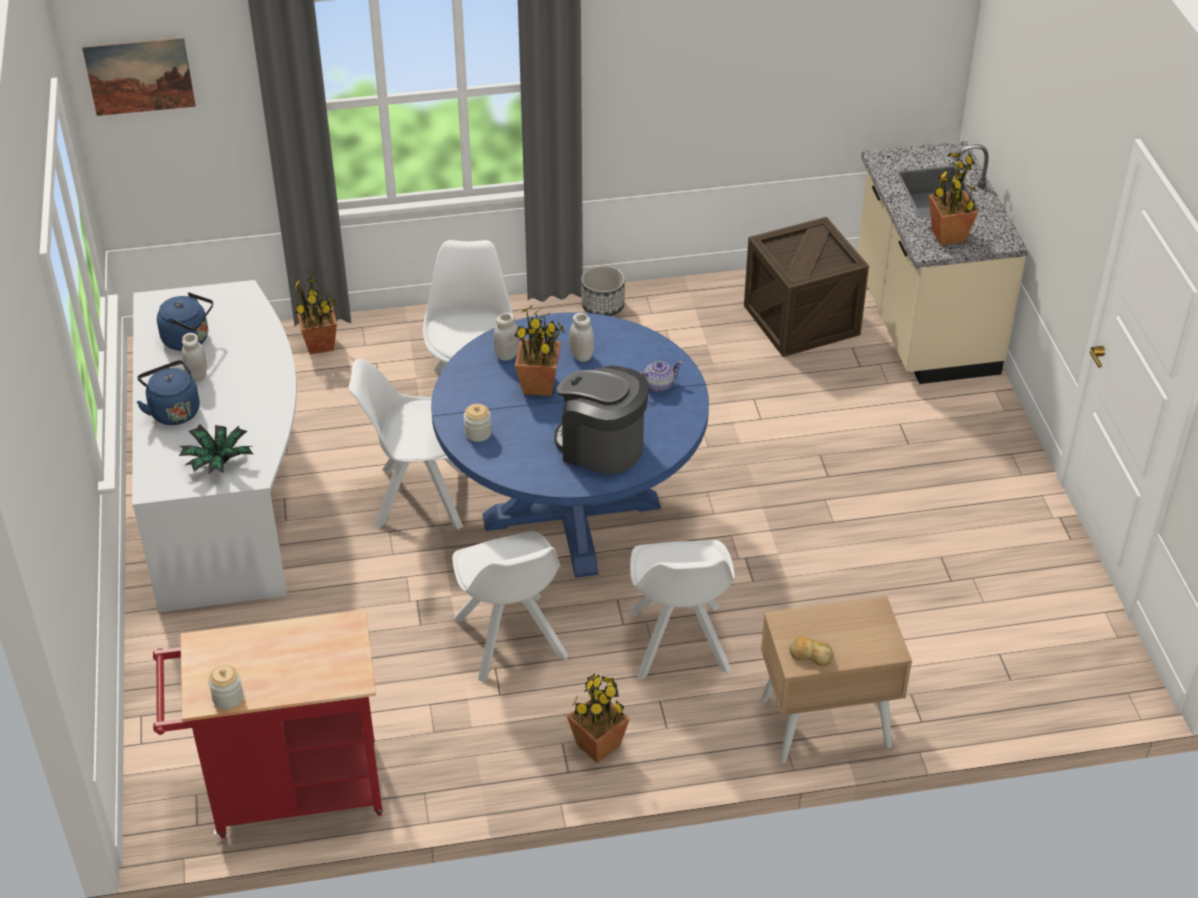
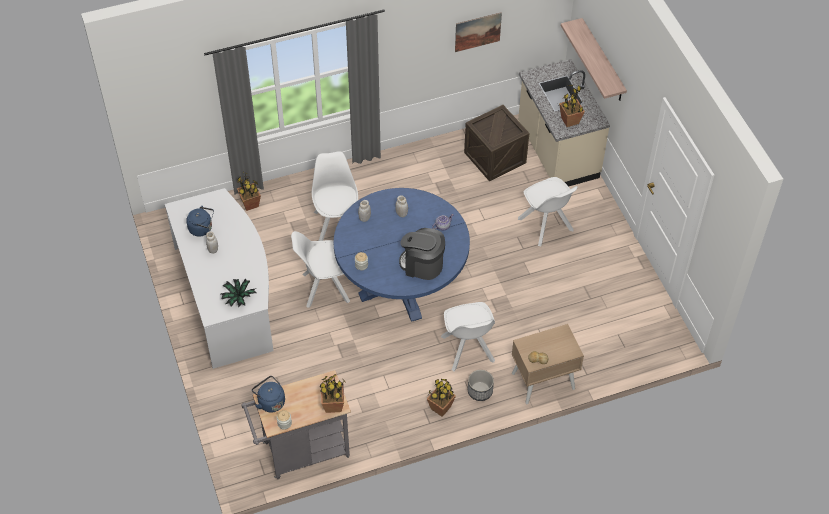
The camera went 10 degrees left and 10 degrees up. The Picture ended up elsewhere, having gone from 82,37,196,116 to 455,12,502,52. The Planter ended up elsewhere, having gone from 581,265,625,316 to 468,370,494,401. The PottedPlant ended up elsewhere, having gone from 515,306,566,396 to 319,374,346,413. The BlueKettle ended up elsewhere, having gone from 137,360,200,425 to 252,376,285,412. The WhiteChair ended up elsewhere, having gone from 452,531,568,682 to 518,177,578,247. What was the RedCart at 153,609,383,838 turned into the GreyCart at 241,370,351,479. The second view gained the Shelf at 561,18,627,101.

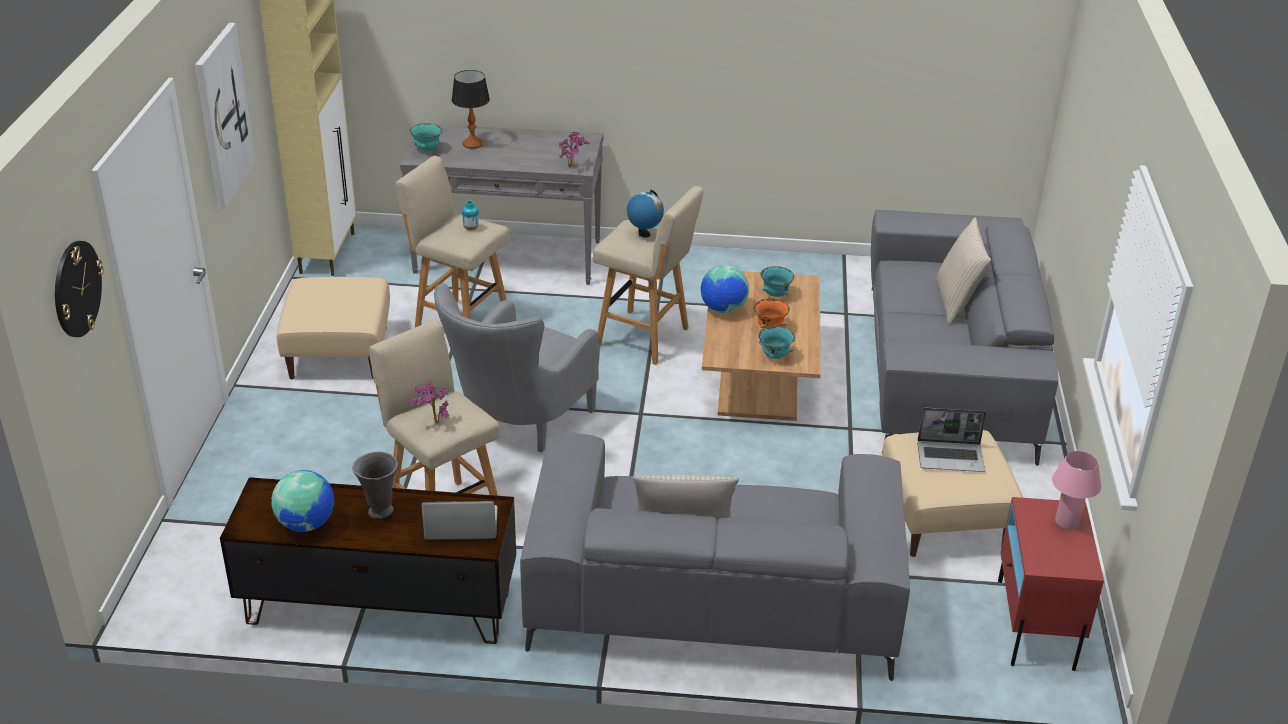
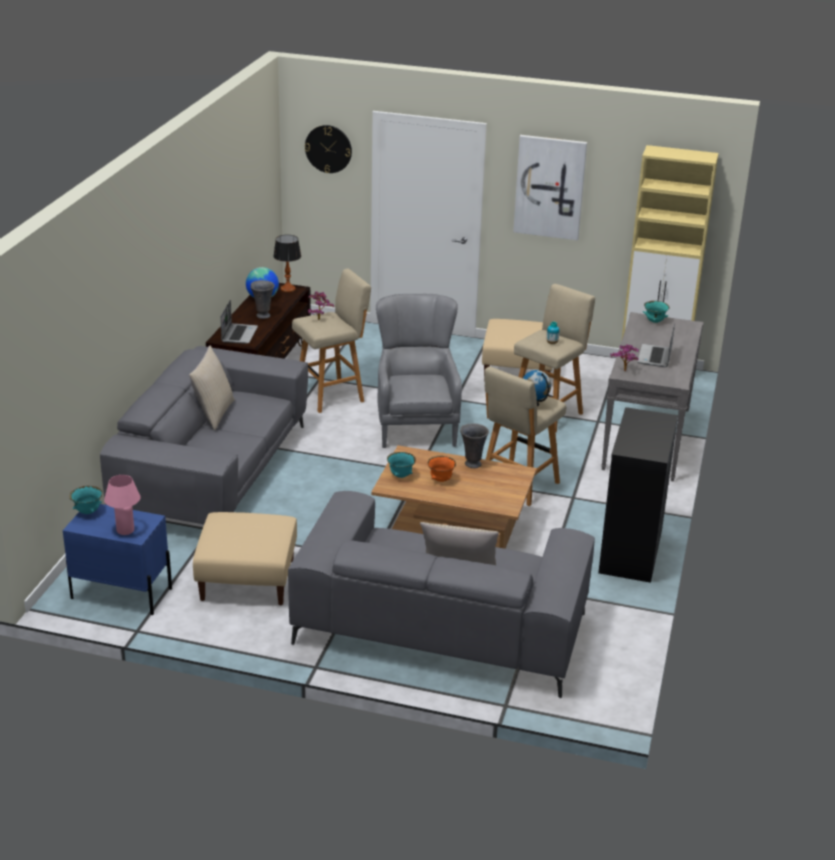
The camera went 100 degrees right and 5 degrees down. The TableLamp ended up elsewhere, having gone from 452,70,490,149 to 273,235,301,292. Where the Globe stood at 701,265,749,314, the GreyVase came to stand at 460,424,489,468. The TurquoiseBowl ended up elsewhere, having gone from 761,266,794,297 to 69,486,102,514. The GreyArmchair at 434,284,600,453 ended up facing another way, 45 degrees clockwise from before. The Laptop ended up elsewhere, having gone from 917,408,986,472 to 638,323,675,367. What was the RedNightstand at 998,497,1104,671 turned into the BlueNightstand at 63,504,172,615. The second view gained the BlackDresser at 598,407,678,583.

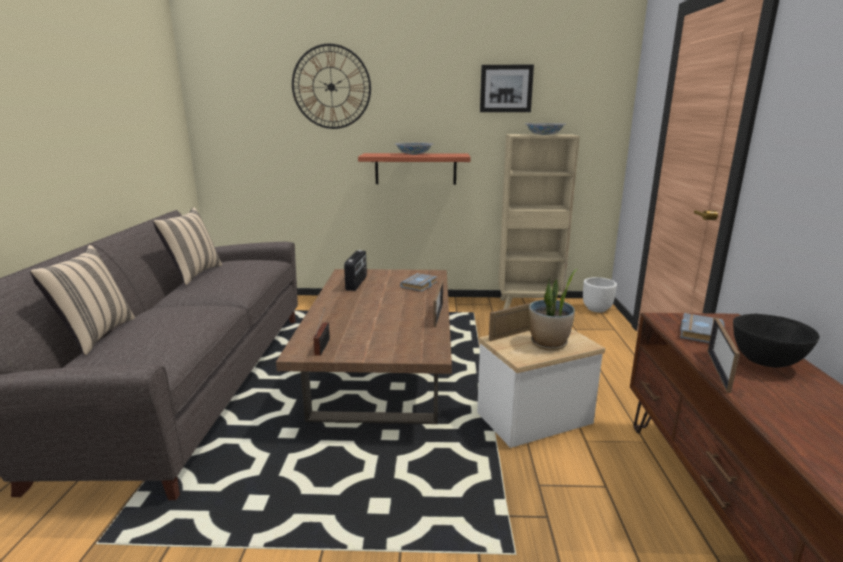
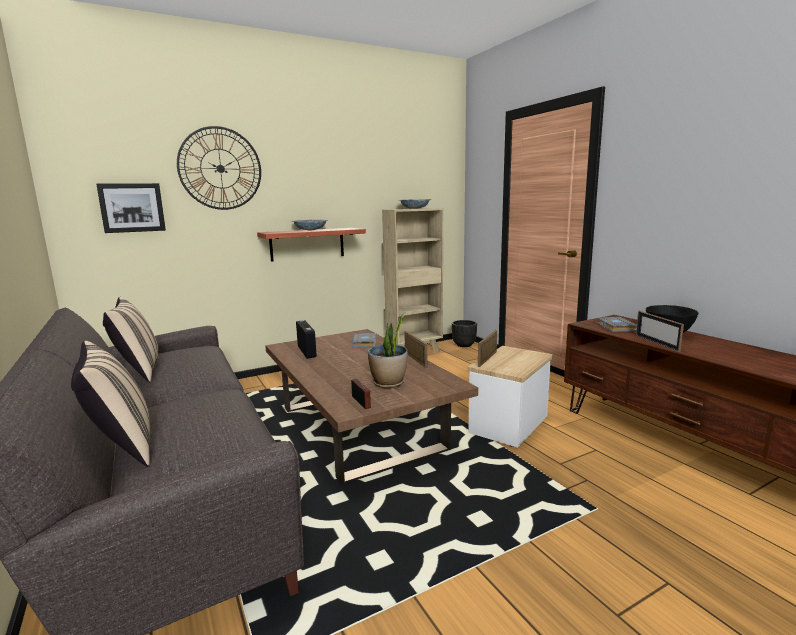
The camera went 30 degrees left and 5 degrees down. The Picture ended up elsewhere, having gone from 480,65,534,112 to 96,183,166,233. The PottedPlant ended up elsewhere, having gone from 529,269,577,350 to 368,312,408,388. What was the WhitePlanter at 583,277,617,312 turned into the BlackPlanter at 452,320,477,347.

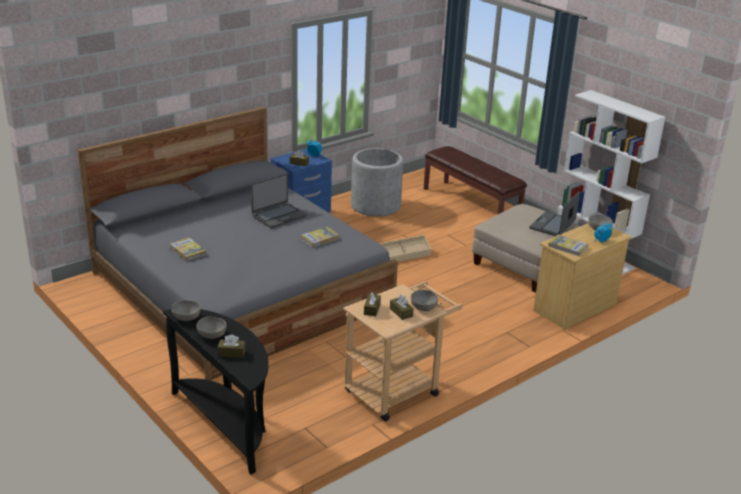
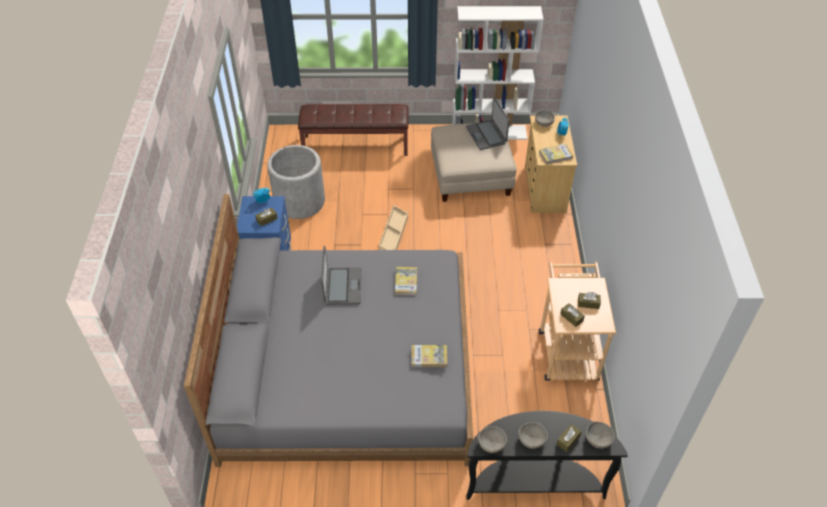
The camera went 50 degrees left and 20 degrees up. The Book ended up elsewhere, having gone from 170,238,206,261 to 412,345,447,367. The GreyBowl ended up elsewhere, having gone from 411,290,438,311 to 586,421,614,448.

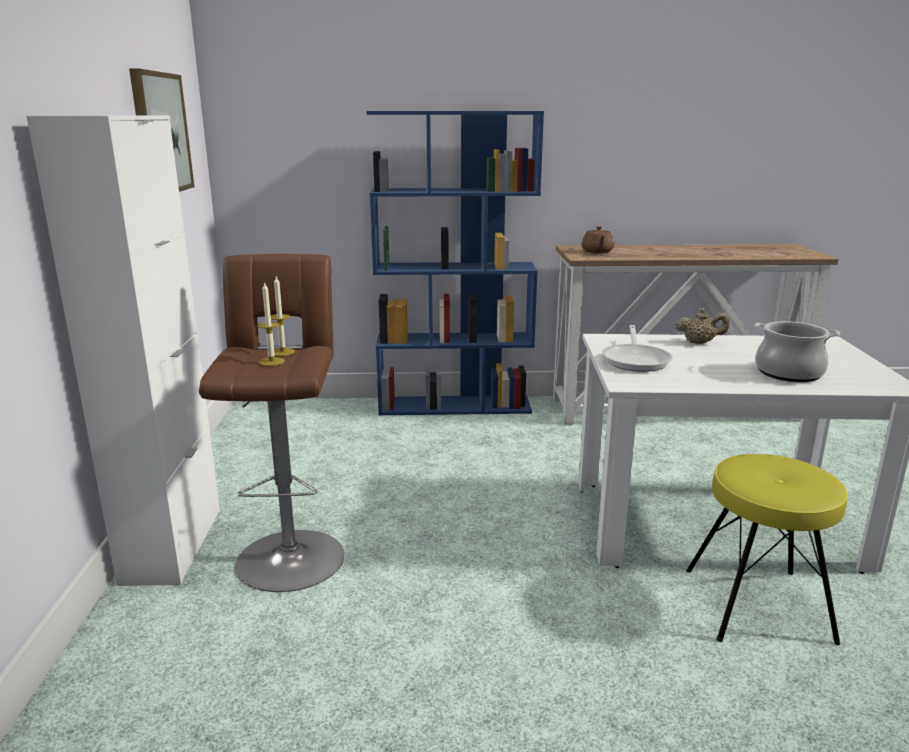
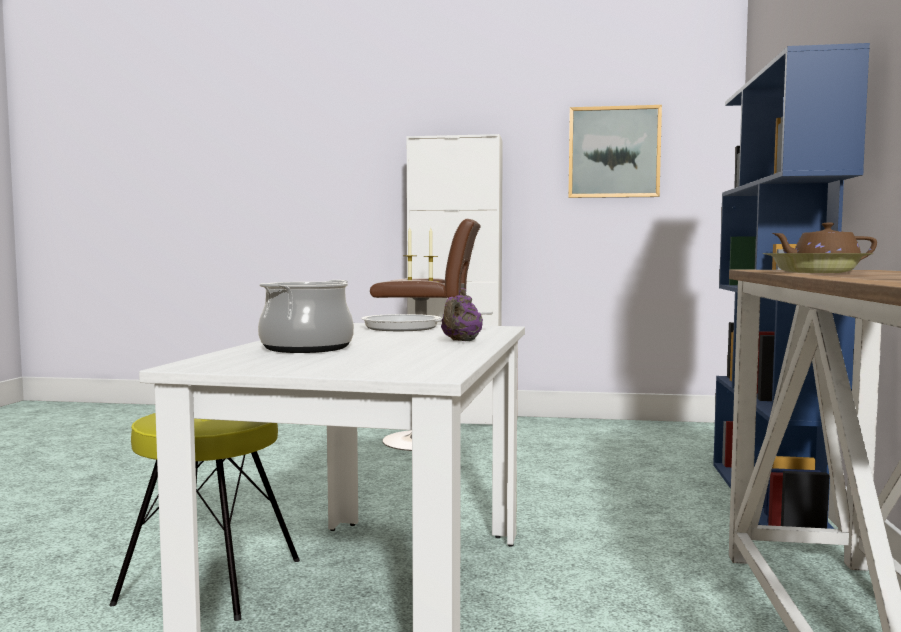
The camera went 100 degrees right and 15 degrees down. What was the BeigeTeapot at 675,308,729,344 turned into the PurpleTeapot at 441,288,483,341. The second view gained the YellowBowl at 762,253,874,273.

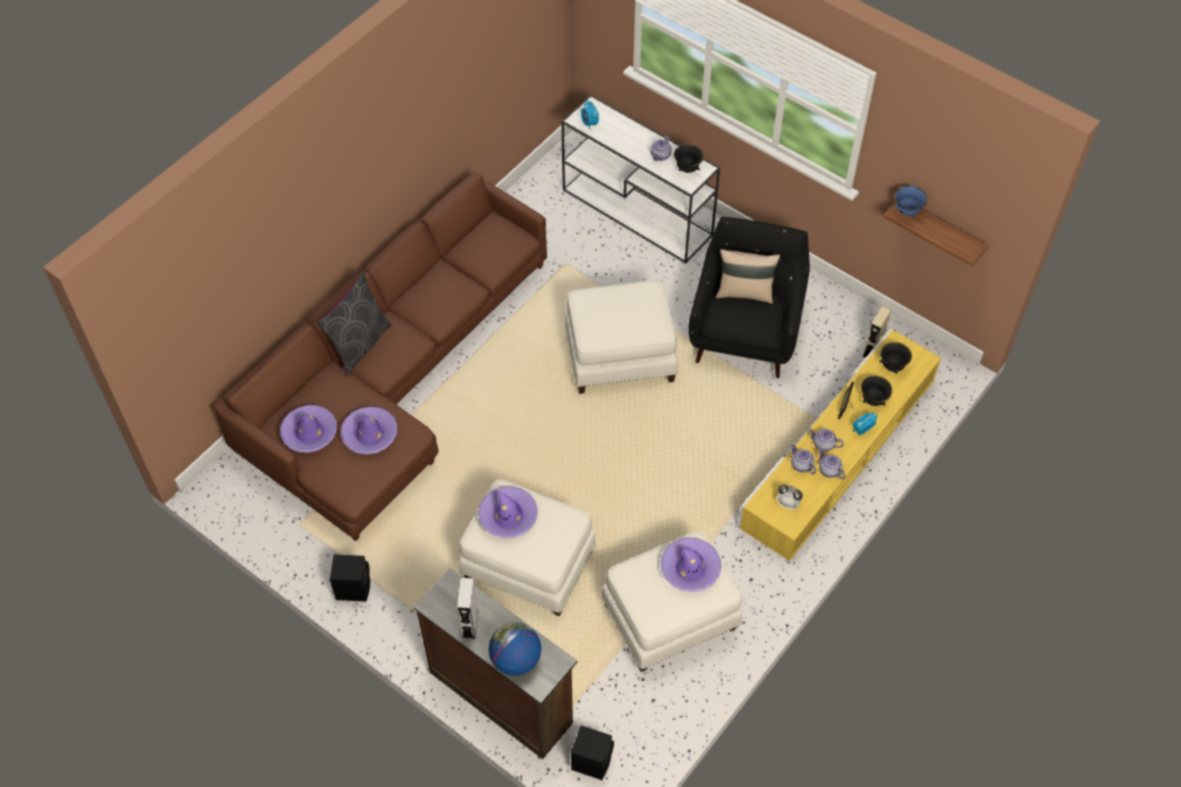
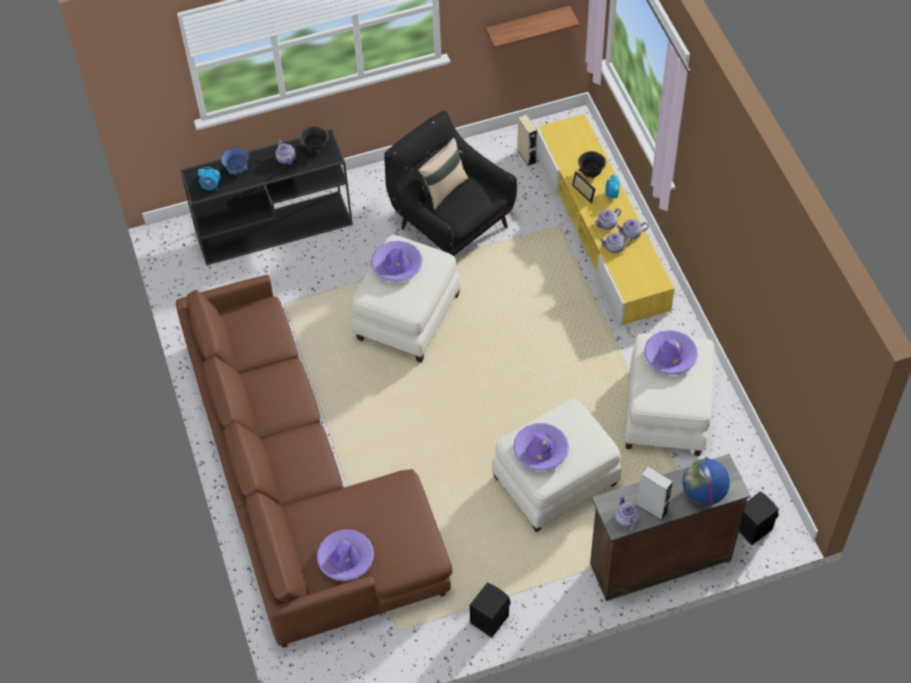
The camera went 55 degrees left and 0 degrees up. What was the WhiteConsoleTable at 562,95,720,264 turned into the BlackConsoleTable at 180,129,353,266. The BlueBowl ended up elsewhere, having gone from 894,185,928,217 to 221,147,249,175. The second view lost the GreyPillow at 316,272,391,375. The second view lost the BlackBowl at 879,342,912,374. The PurpleHat ended up elsewhere, having gone from 340,406,397,454 to 371,241,422,282. The second view lost the AlarmClock at 777,485,803,510. The second view gained the Teapot at 615,495,639,532.

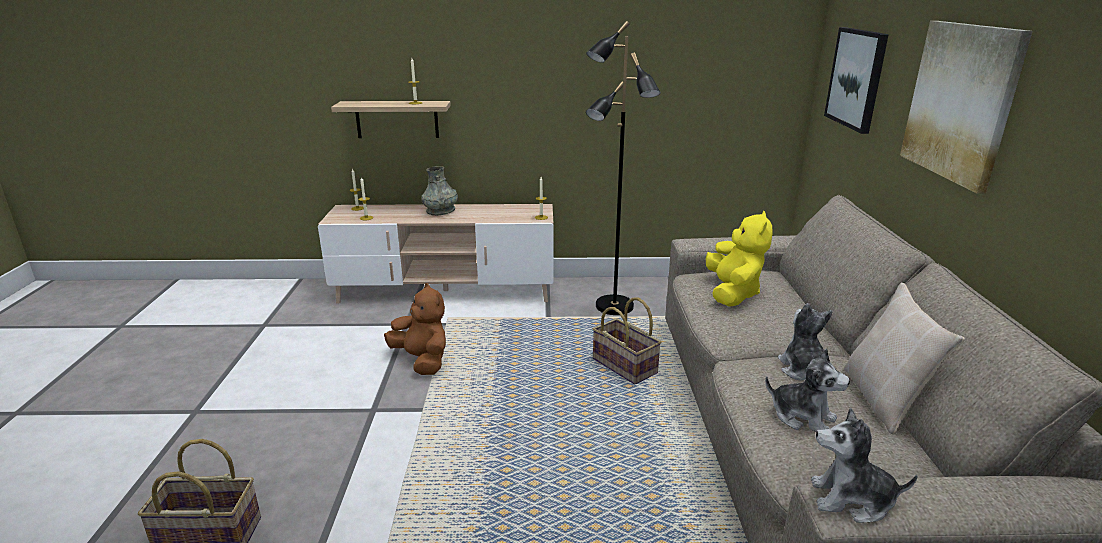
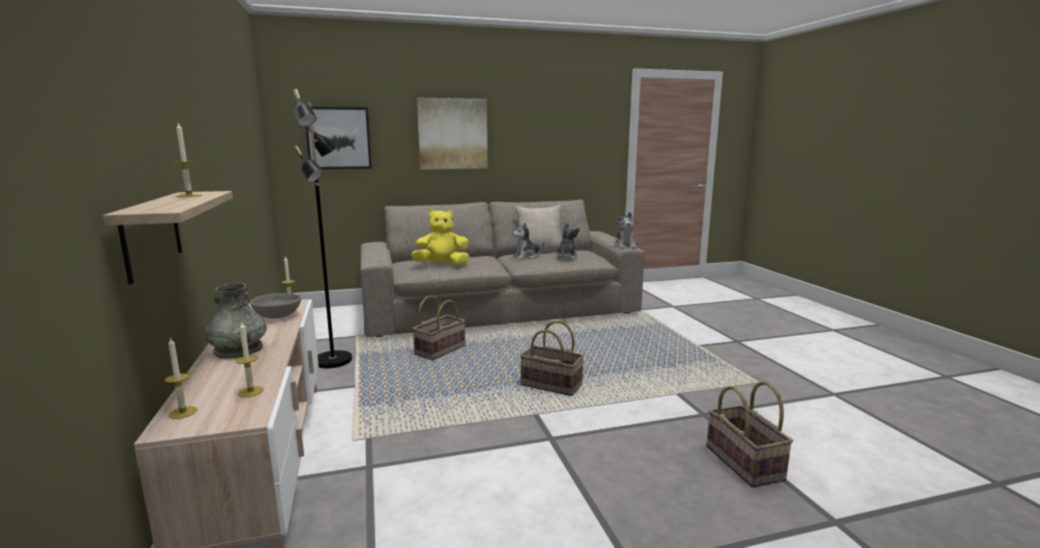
The camera went 105 degrees left and 10 degrees down. The second view lost the BrownPlushToy at 384,283,446,375. The second view gained the GreyBowl at 250,293,301,319. The second view gained the Basket at 520,321,584,396.

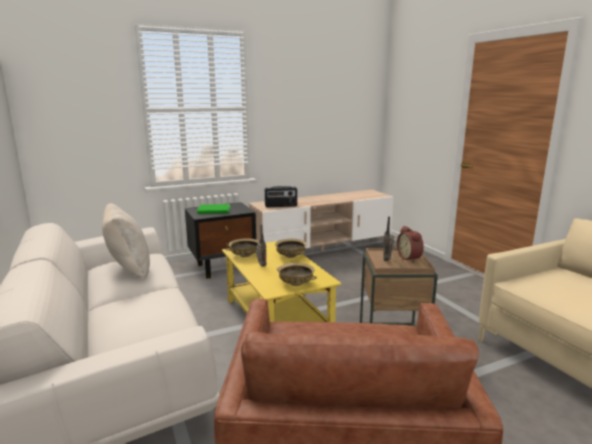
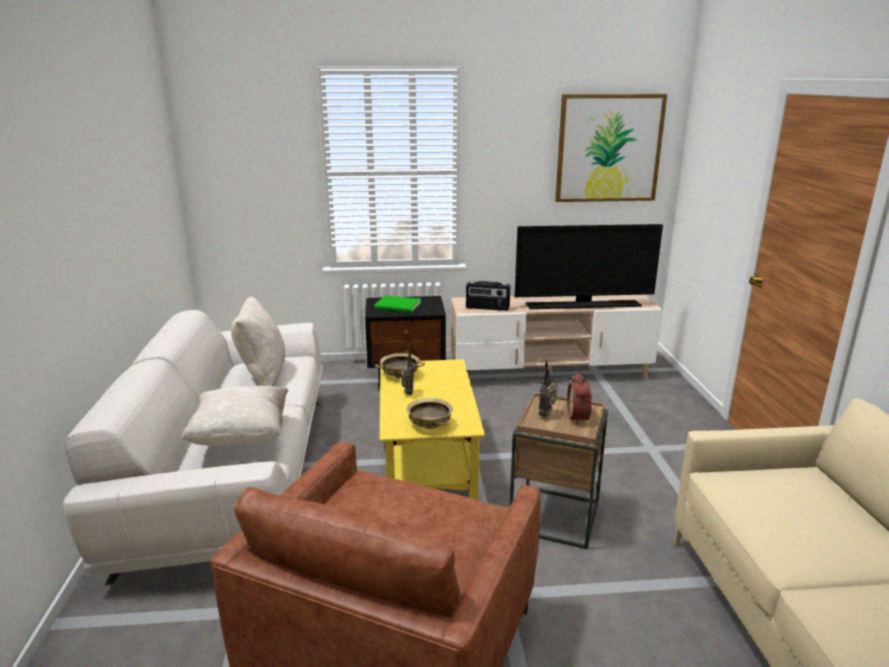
The camera went 20 degrees right and 5 degrees up. The second view lost the BeigeBowl at 275,239,307,258. The second view gained the Picture at 555,94,667,202. The second view gained the Television at 515,224,663,309. The second view gained the BeigePillow at 180,386,288,446.

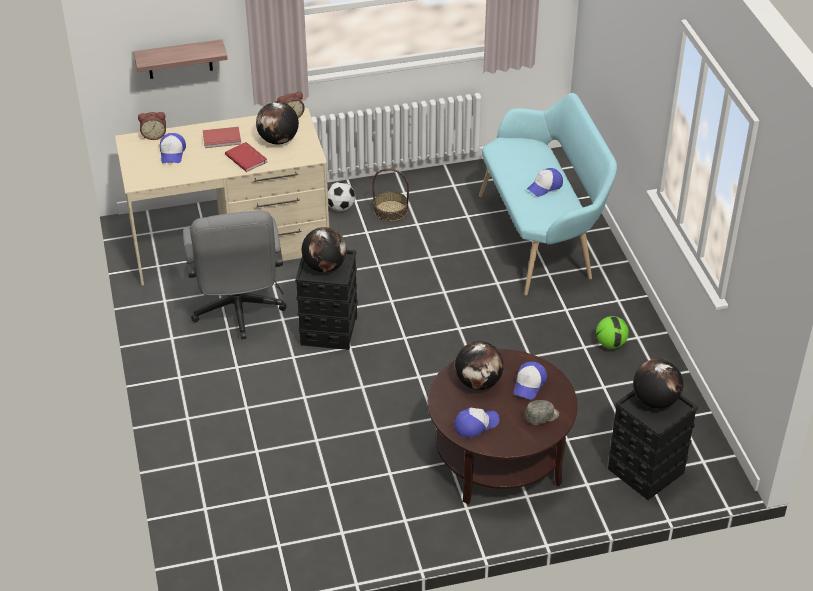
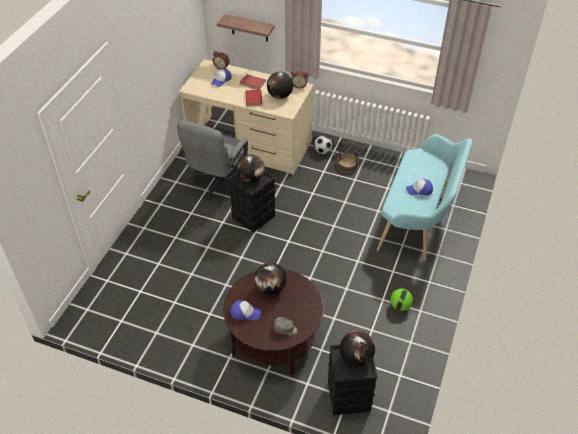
The camera went 35 degrees right and 5 degrees up. The second view lost the Cap at 514,361,547,400.

